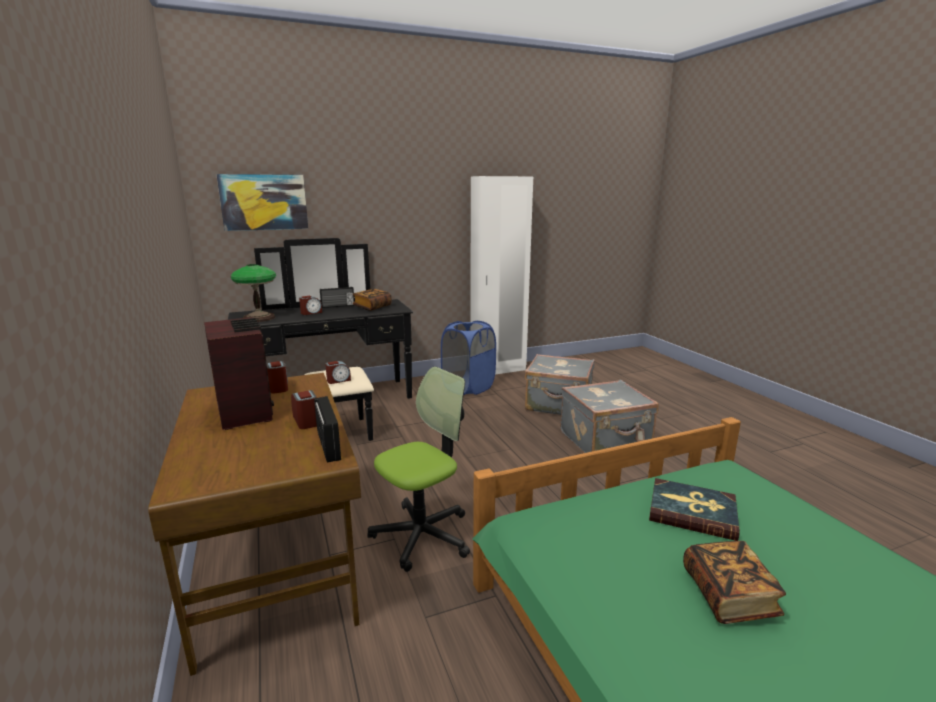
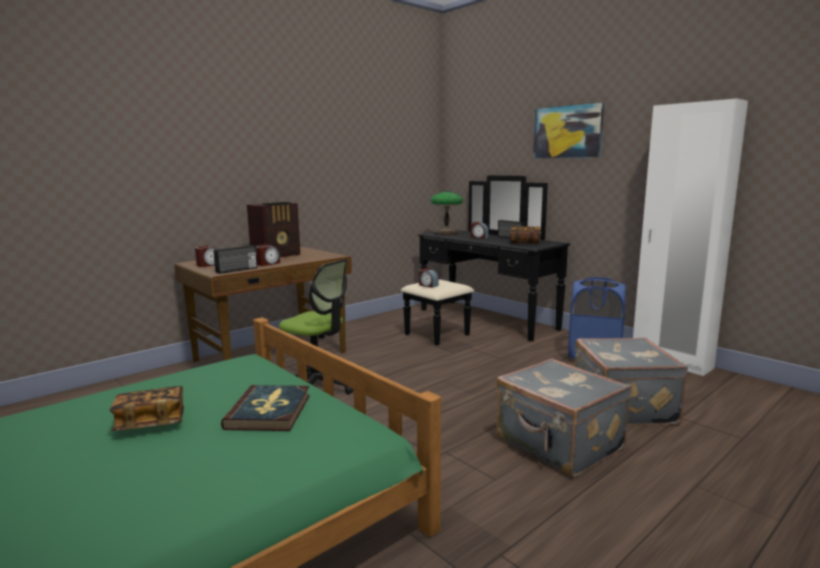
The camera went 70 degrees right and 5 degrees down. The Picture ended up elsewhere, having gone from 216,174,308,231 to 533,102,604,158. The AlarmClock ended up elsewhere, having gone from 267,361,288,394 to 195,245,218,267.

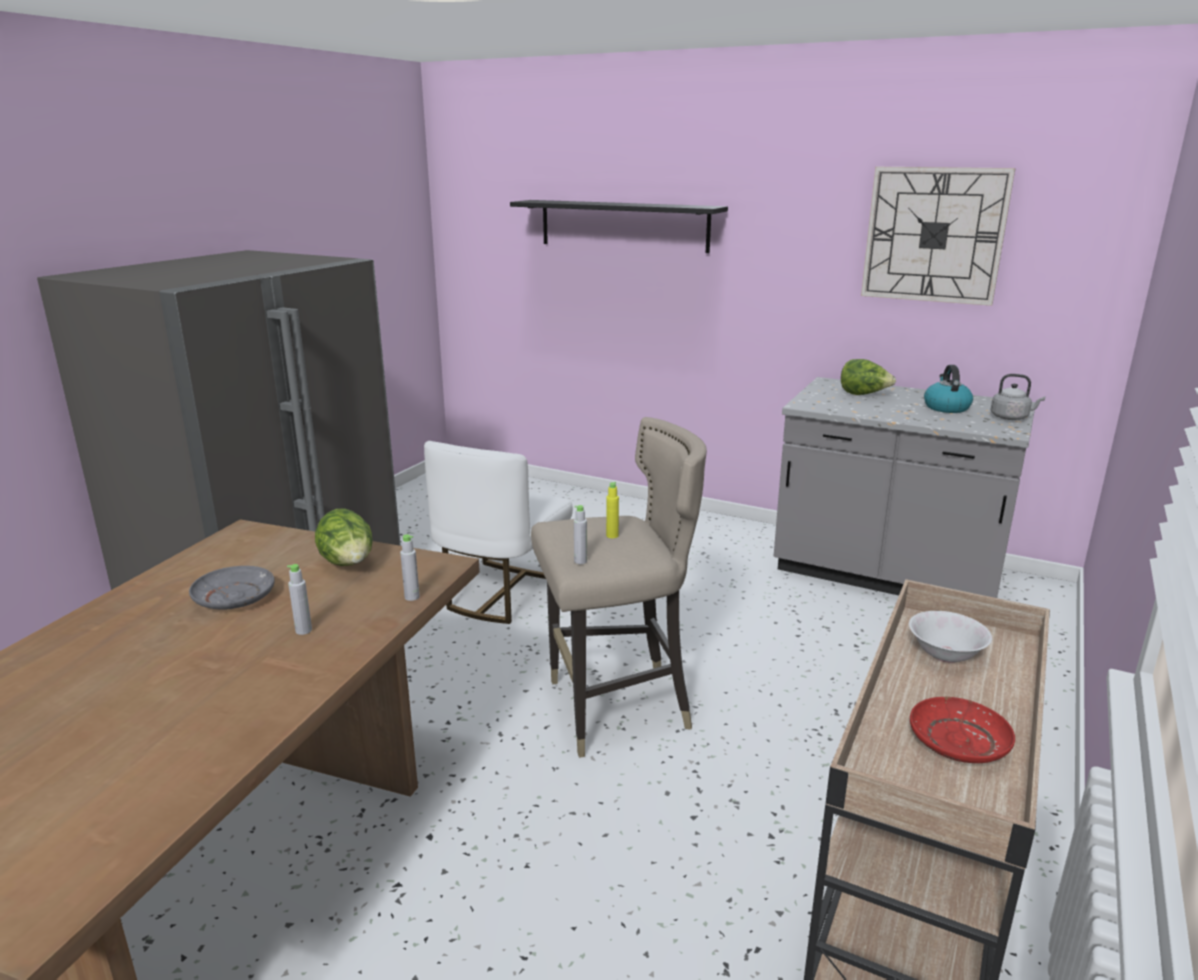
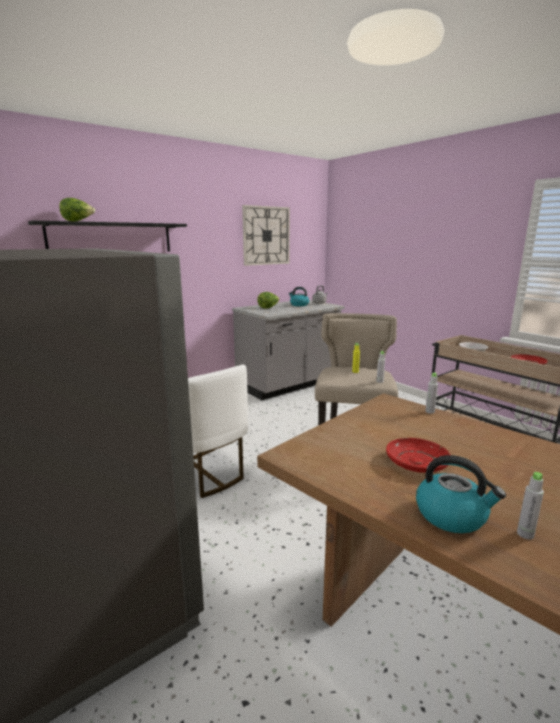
The camera went 65 degrees left and 5 degrees down. The Lettuce ended up elsewhere, having gone from 315,508,373,566 to 59,198,95,221. The GreyBottle ended up elsewhere, having gone from 287,564,312,635 to 517,472,544,539. What was the GreyPlate at 189,566,275,610 turned into the RedPlate at 386,438,450,473. The second view gained the Kettle at 416,455,506,533.

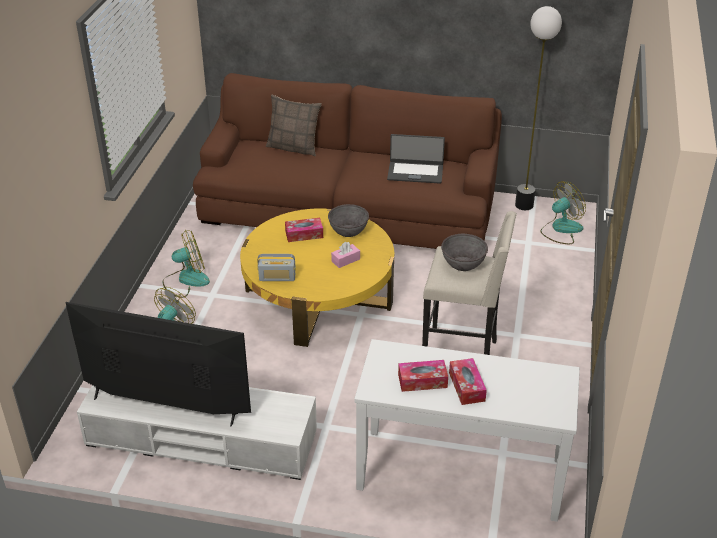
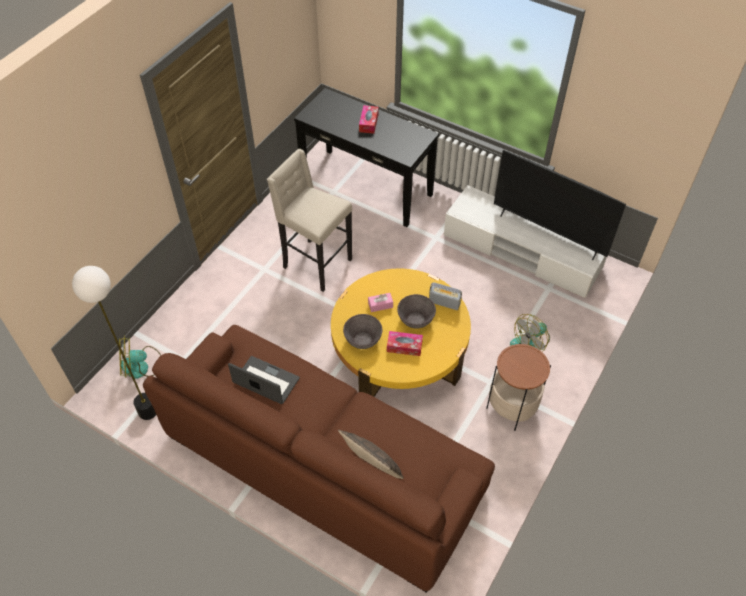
The camera went 160 degrees left and 15 degrees up. Where the Fan stood at 163,230,210,298, the SideTable came to stand at 486,343,551,431. The GreyBowl ended up elsewhere, having gone from 441,234,488,271 to 397,294,436,329. What was the WhiteConsoleTable at 354,339,580,522 turned into the BlackConsoleTable at 294,88,439,227. The second view lost the TissueBox at 398,360,448,392.

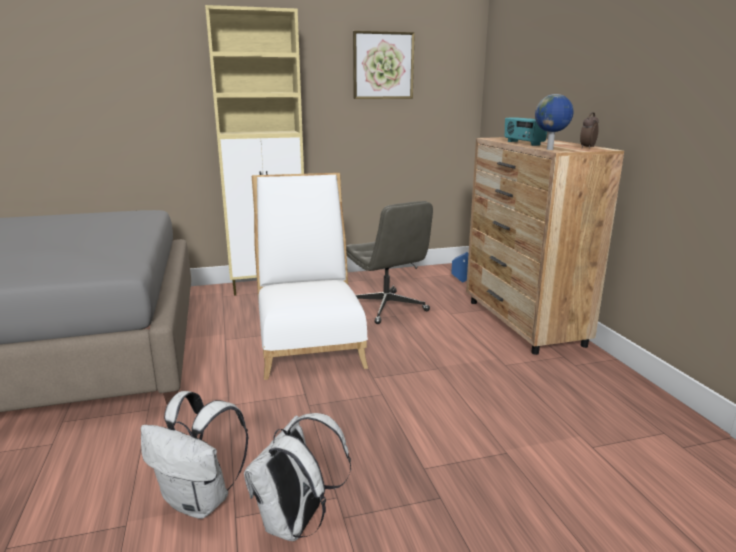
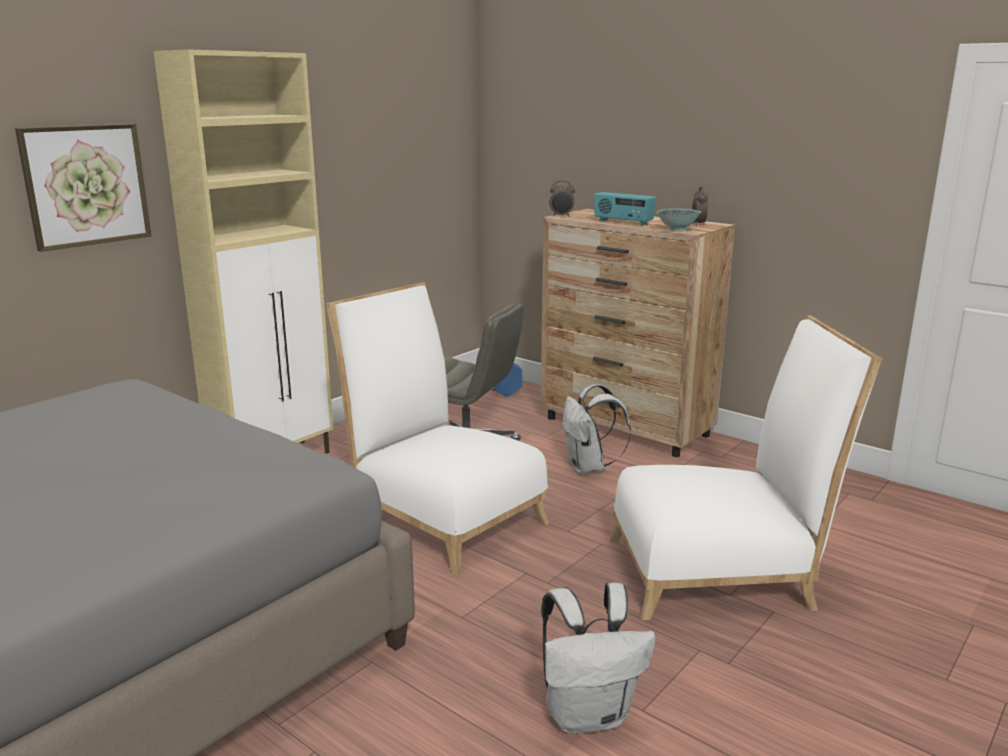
The camera went 35 degrees left and 0 degrees up. The Picture ended up elsewhere, having gone from 353,31,415,99 to 15,124,151,252. Where the Globe stood at 535,94,574,150, the Bowl came to stand at 657,209,701,232. The WhiteBackpack ended up elsewhere, having gone from 244,413,351,541 to 562,384,631,474. The second view gained the AlarmClock at 549,180,575,217. The second view gained the WhiteChair at 609,315,883,620.

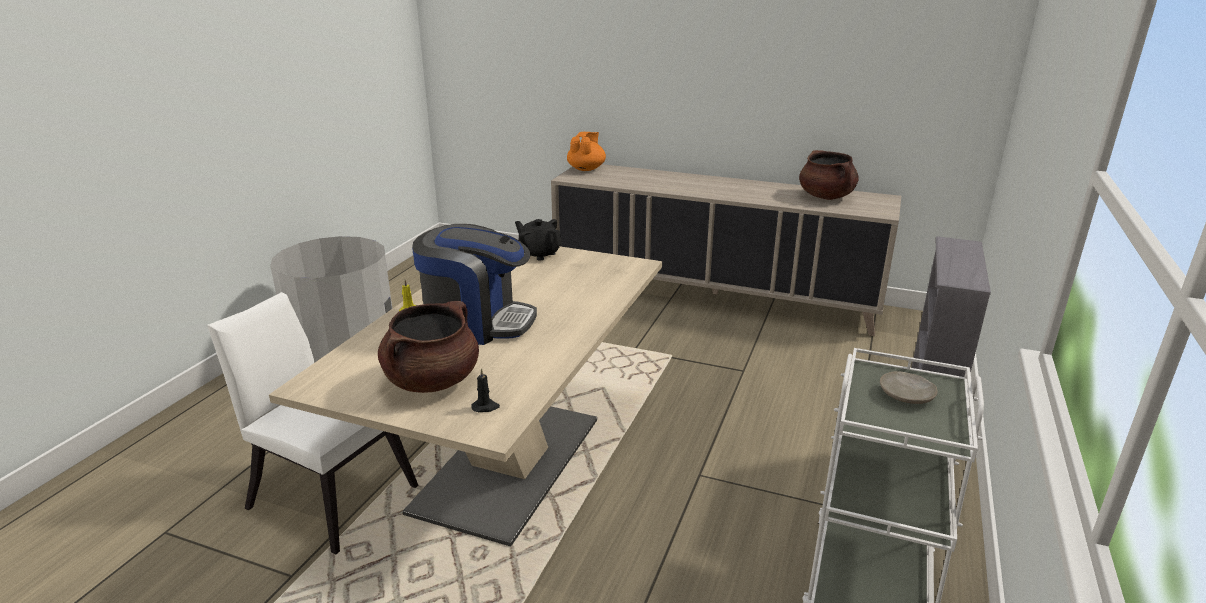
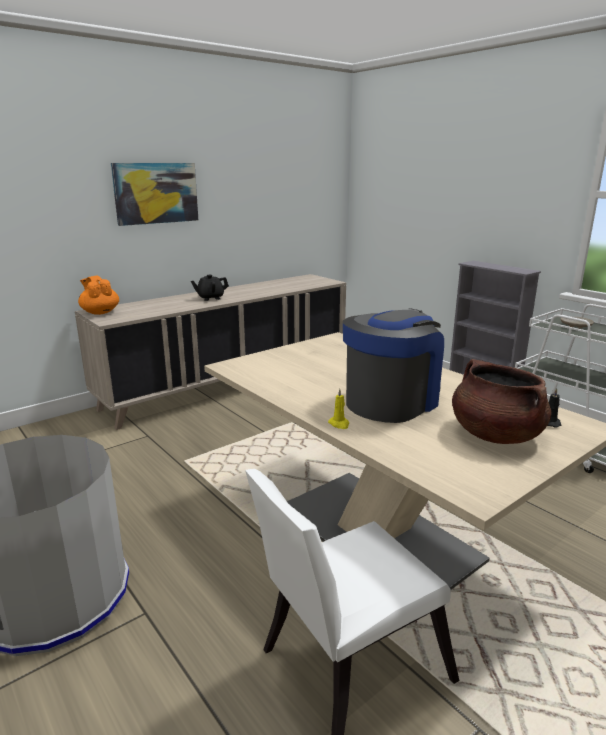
The camera went 60 degrees left and 5 degrees down. The second view lost the BrownCookingPot at 799,150,859,200. The BlackTeapot ended up elsewhere, having gone from 515,219,562,261 to 191,275,229,301. The second view gained the Picture at 111,163,198,226.

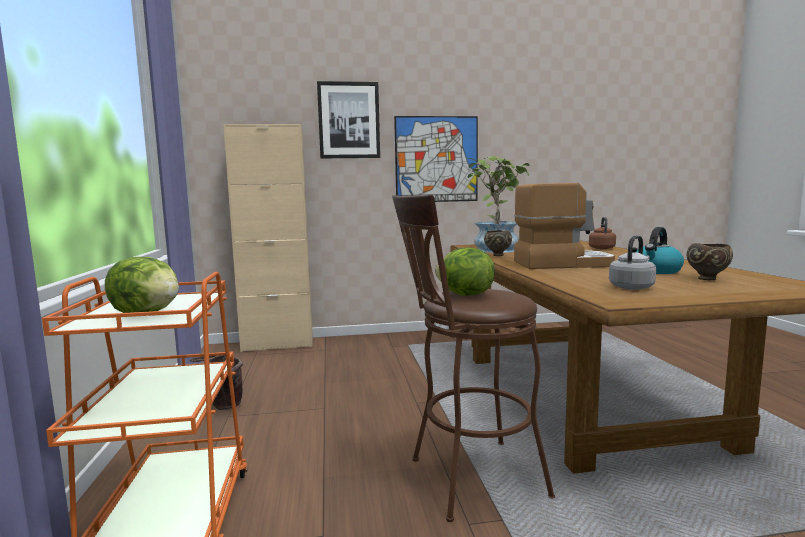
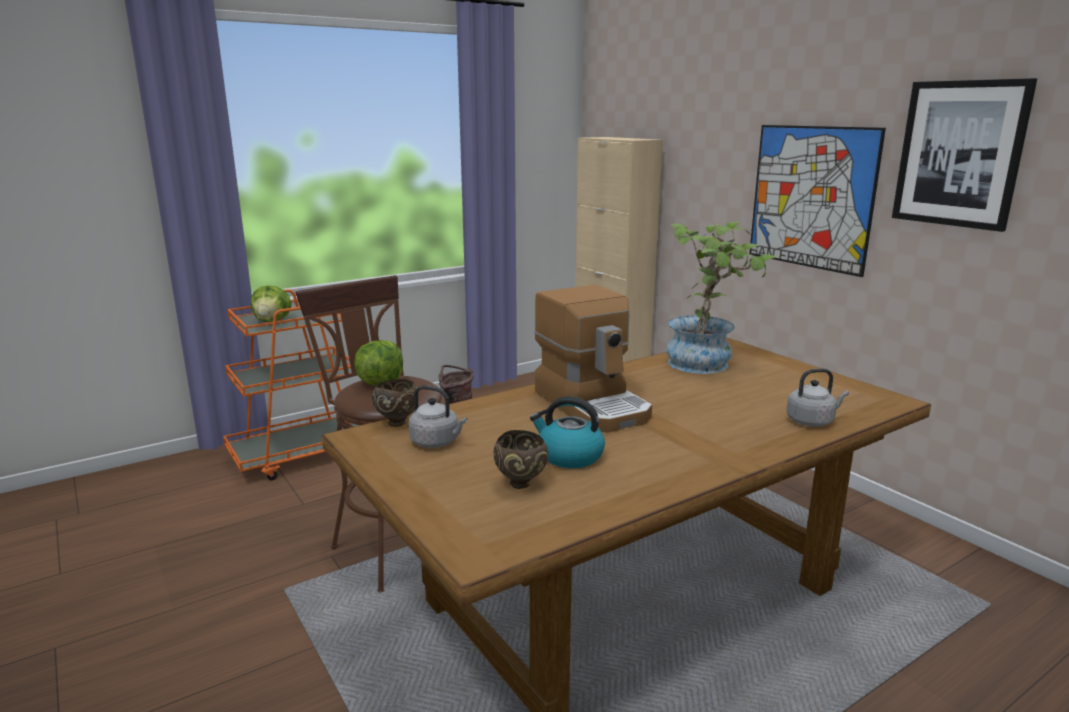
The camera went 65 degrees right and 10 degrees up. The Picture ended up elsewhere, having gone from 317,81,380,158 to 892,78,1037,232. What was the BrownKettle at 589,217,616,249 turned into the GreyKettle at 786,369,849,427. The BrownBowl ended up elsewhere, having gone from 484,230,512,256 to 372,379,419,427.

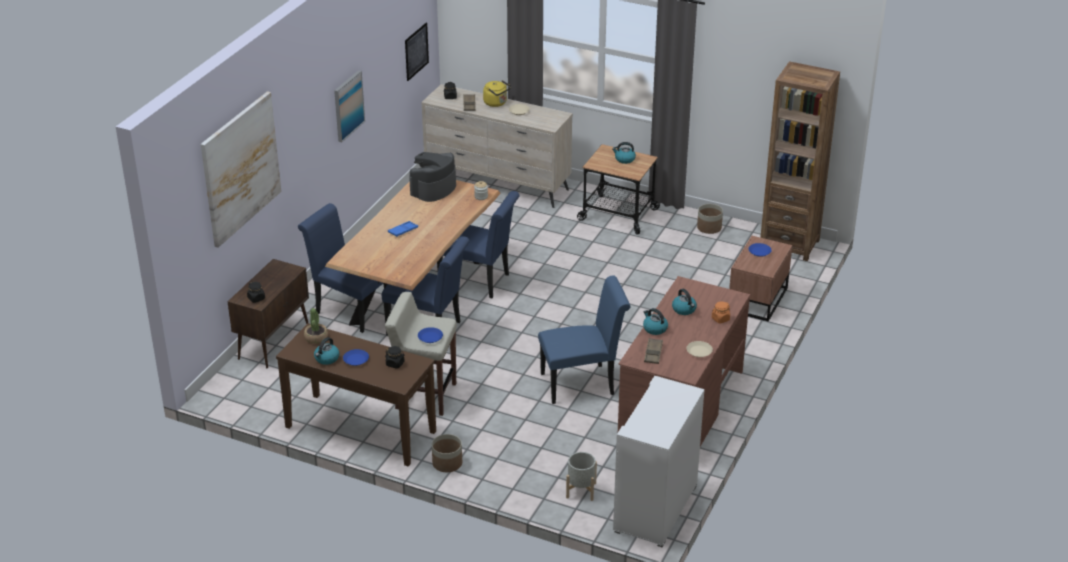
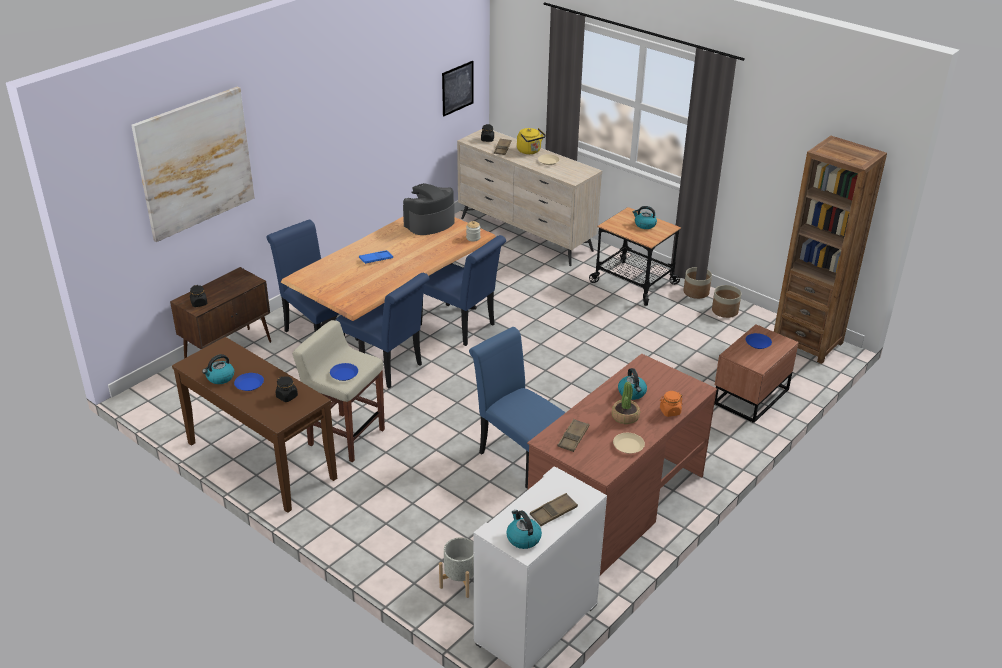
The camera went 15 degrees right and 0 degrees up. The second view lost the Picture at 334,70,365,142. The BlueChair at 538,276,631,404 ended up facing another way, 135 degrees counterclockwise from before. The PottedPlant ended up elsewhere, having gone from 304,308,328,344 to 611,382,640,424. The Kettle ended up elsewhere, having gone from 643,308,668,335 to 506,510,542,549. The Planter ended up elsewhere, having gone from 432,434,462,472 to 683,267,712,299. The second view gained the BrownTray at 530,493,578,526.

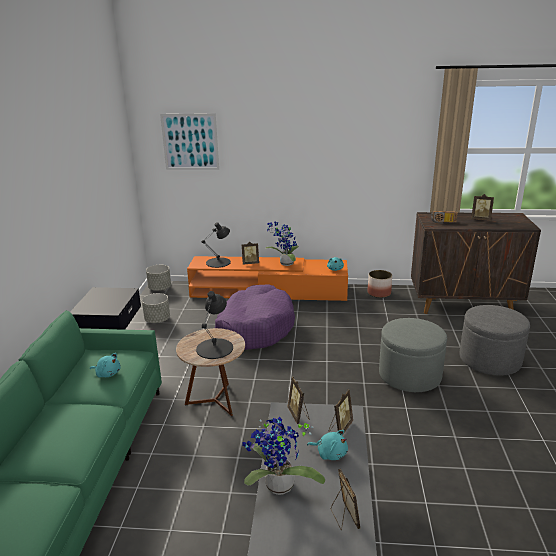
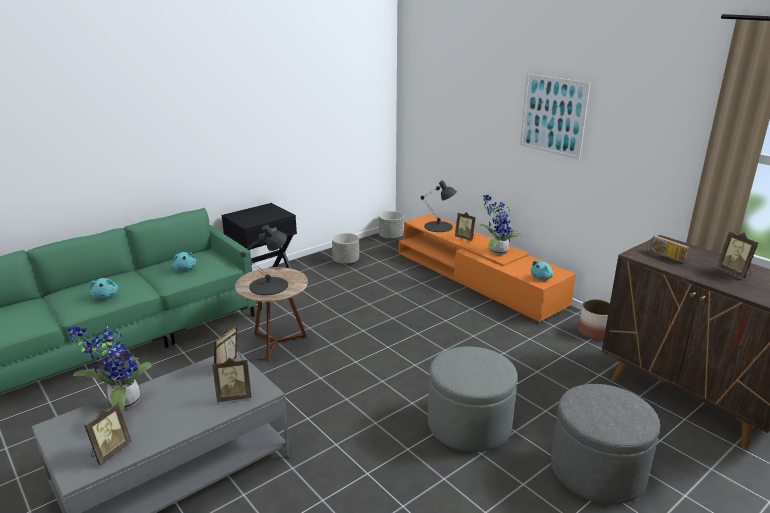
The camera went 45 degrees right and 0 degrees up. The Picture ended up elsewhere, having gone from 160,113,219,170 to 520,74,590,160. The second view lost the PurpleDogBed at 215,284,295,350. The TurquoisePlushToy ended up elsewhere, having gone from 307,430,348,460 to 90,278,118,299.

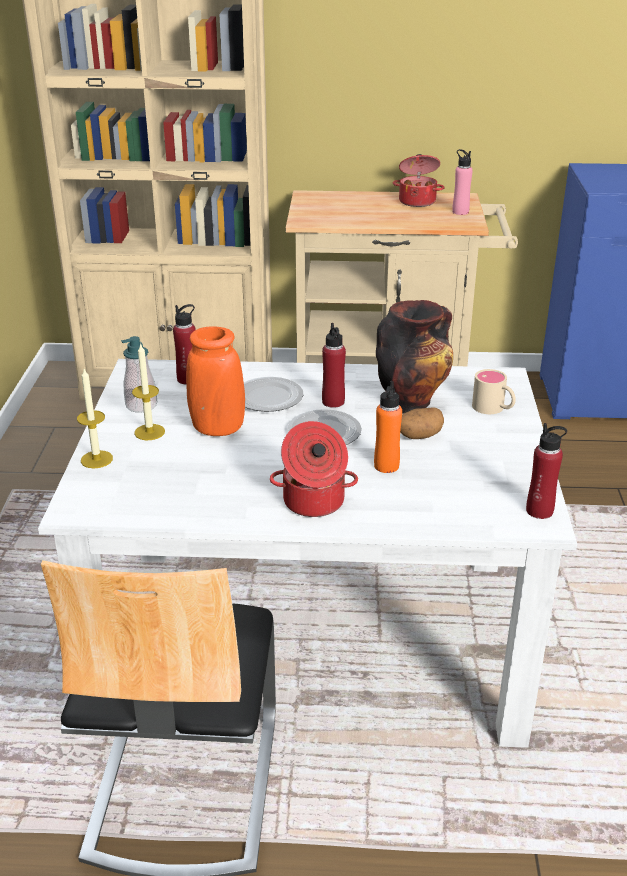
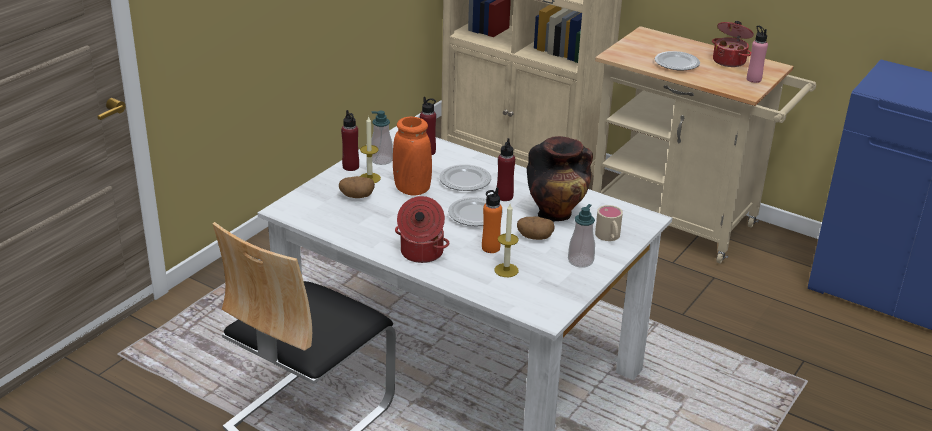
The camera went 30 degrees right and 0 degrees up. The Candle ended up elsewhere, having gone from 77,369,113,469 to 494,204,519,277. The RedBottle ended up elsewhere, having gone from 526,423,567,519 to 341,110,359,171. The second view gained the Plate at 655,51,700,70. The second view gained the Potato at 339,176,375,198. The second view gained the SoapDispenser at 568,204,595,268.

